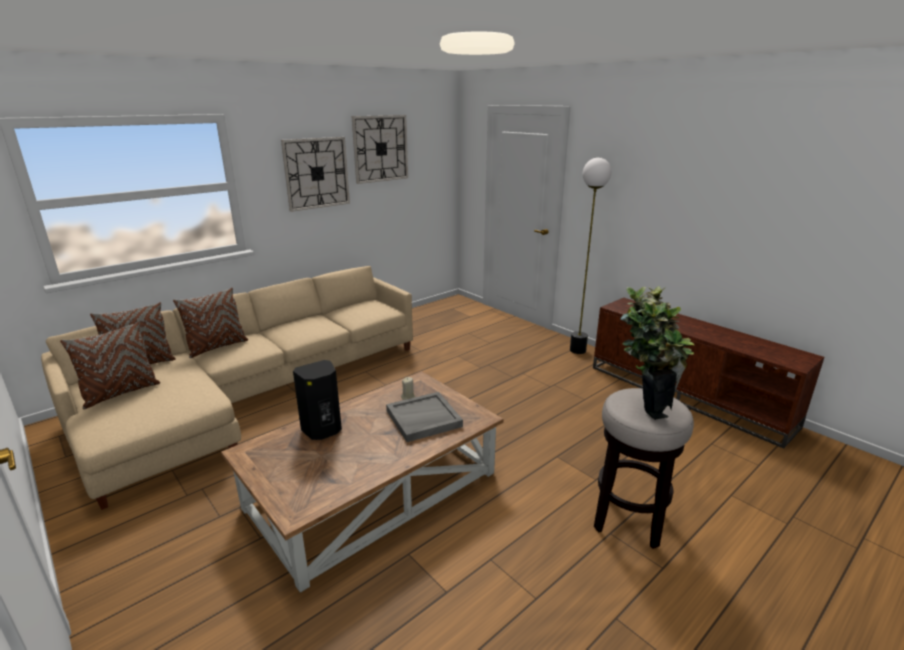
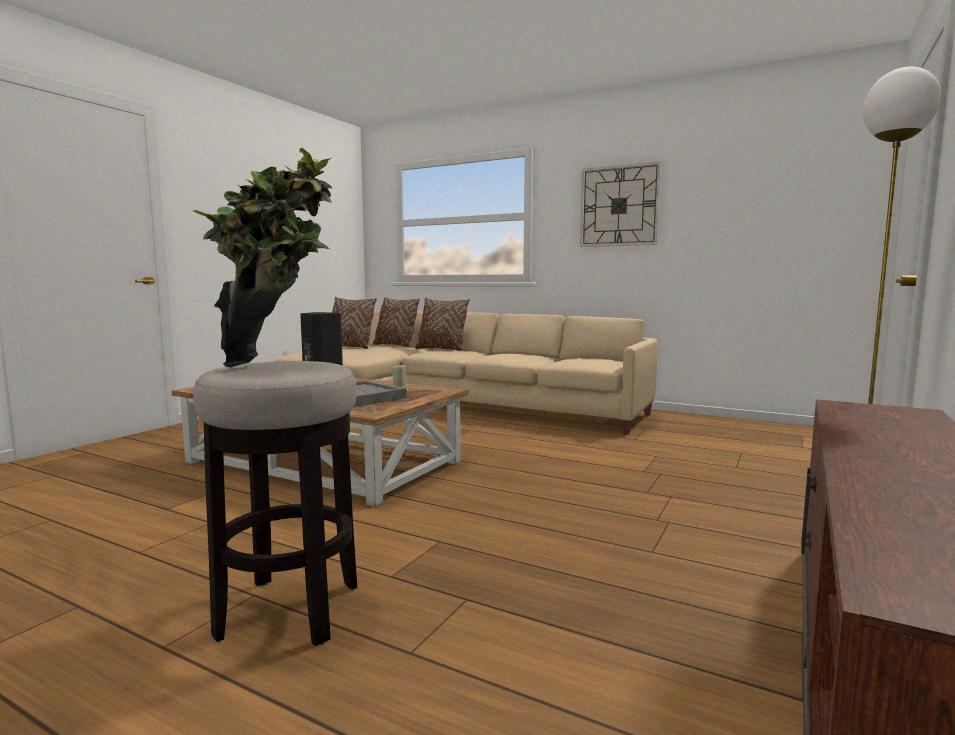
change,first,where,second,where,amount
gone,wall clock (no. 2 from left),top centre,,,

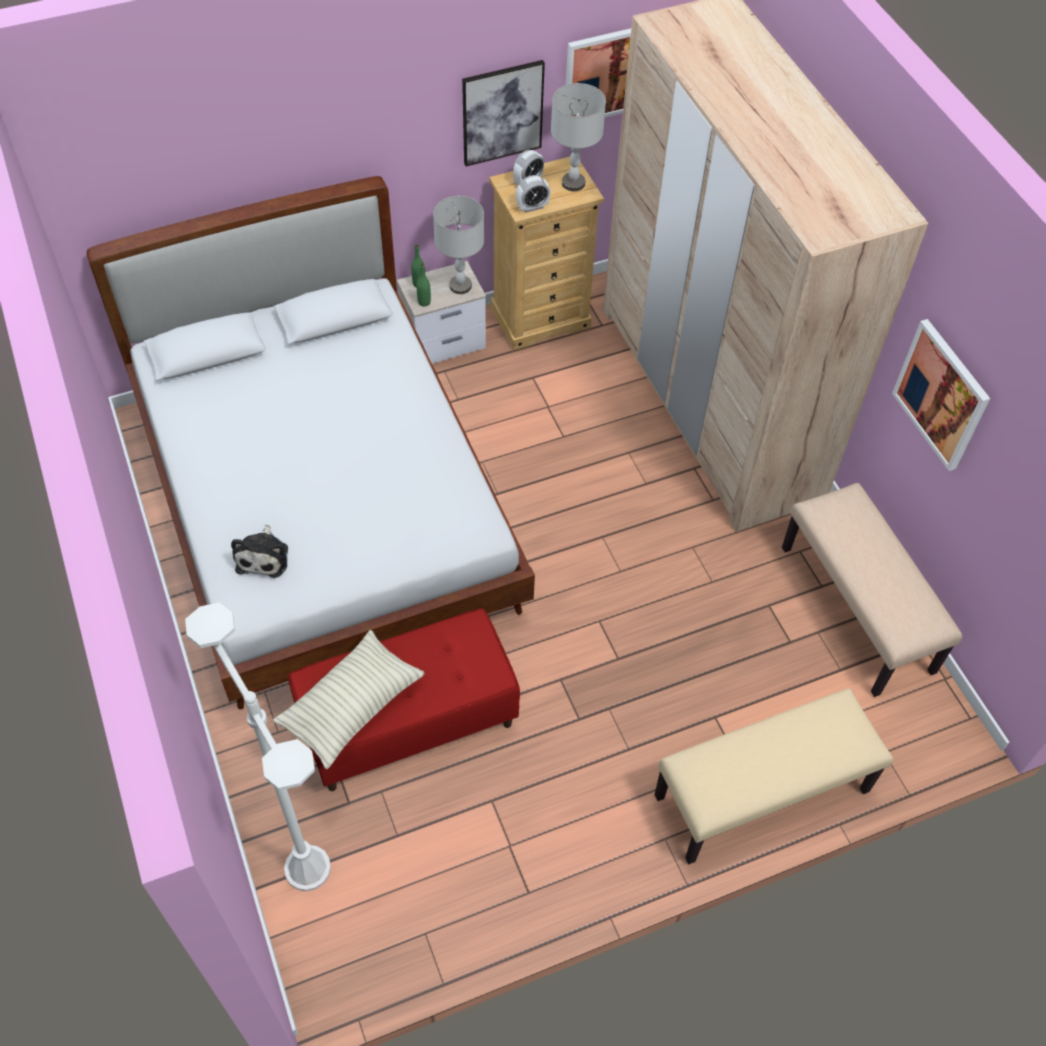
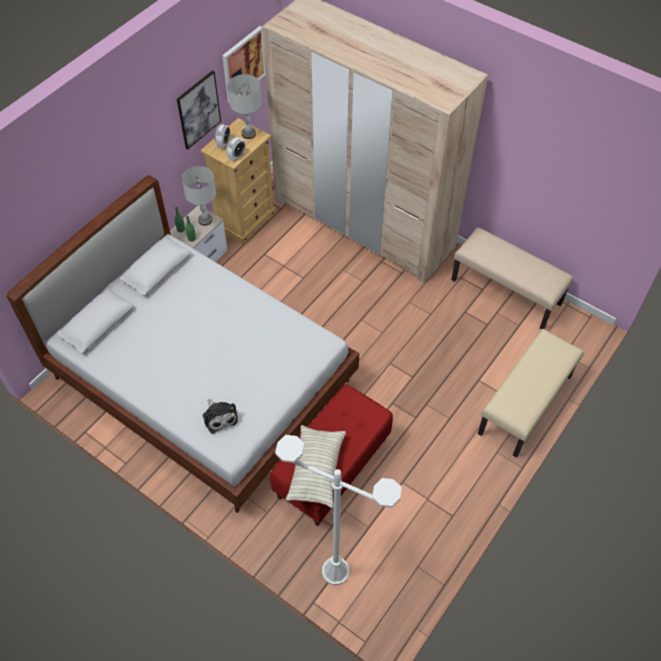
change,first,where,second,where,amount
gone,picture (no. 3 from left),middle right,,,

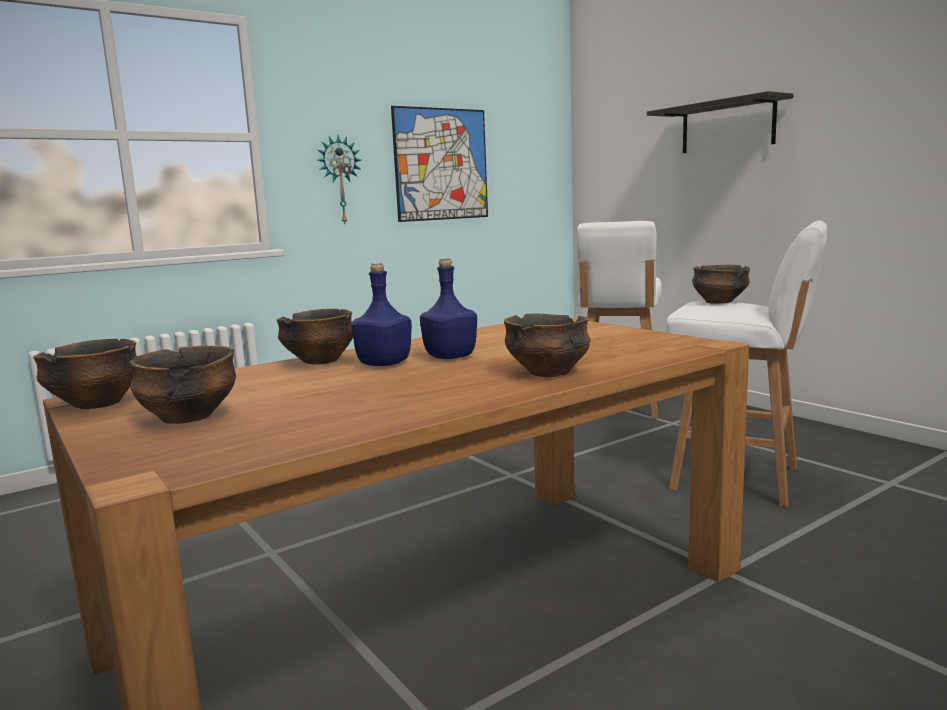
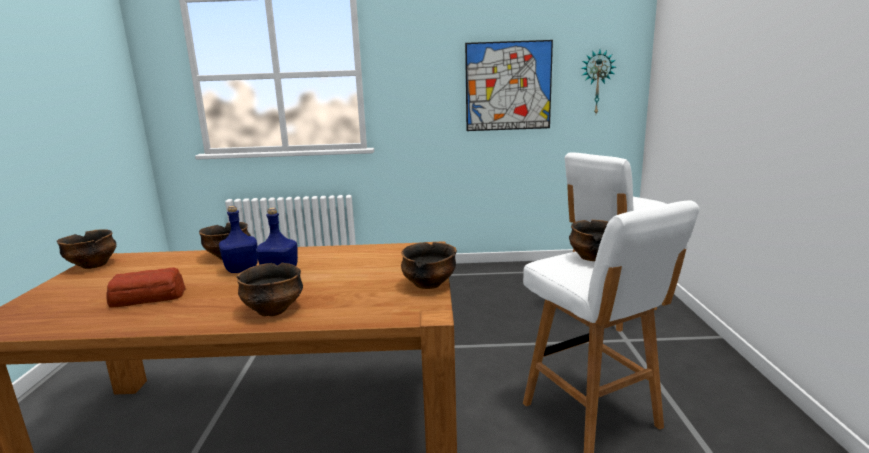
change,first,where,second,where,amount
new,,,bread,middle left,
shifted,bowl (no. 2 from left in the first image),middle left,bowl (no. 4 from left),centre,
shifted,wall clock,top centre,,top right,
gone,shelf,top right,,,

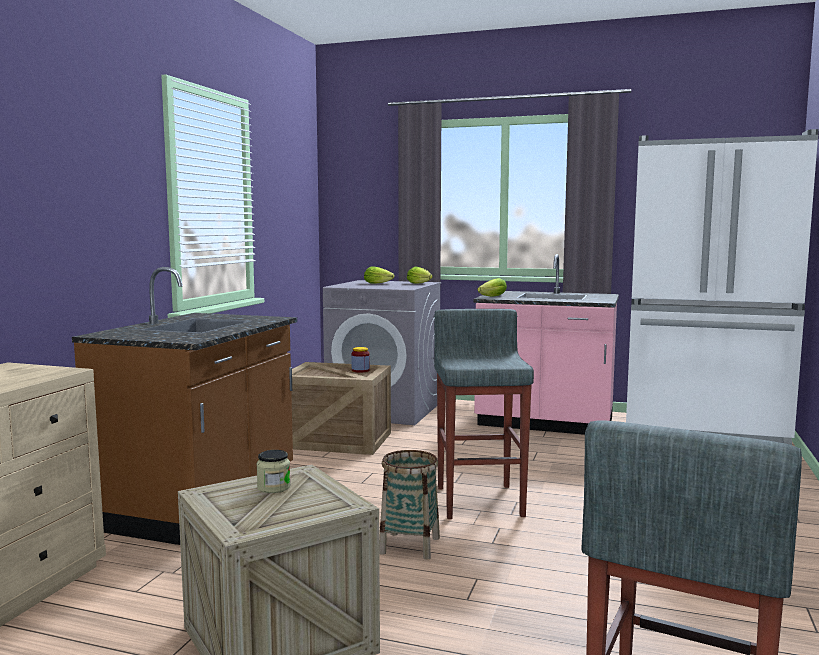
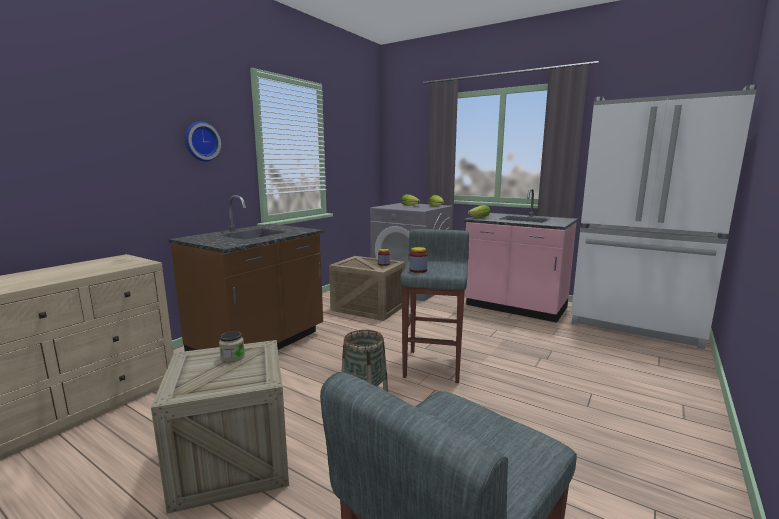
change,first,where,second,where,amount
new,,,wall clock,top left,
new,,,jar (no. 3 from left),centre,

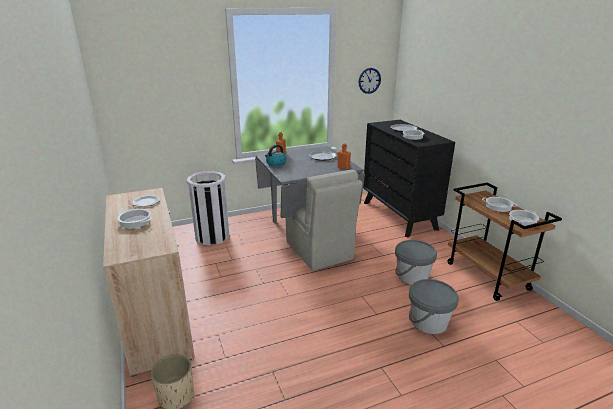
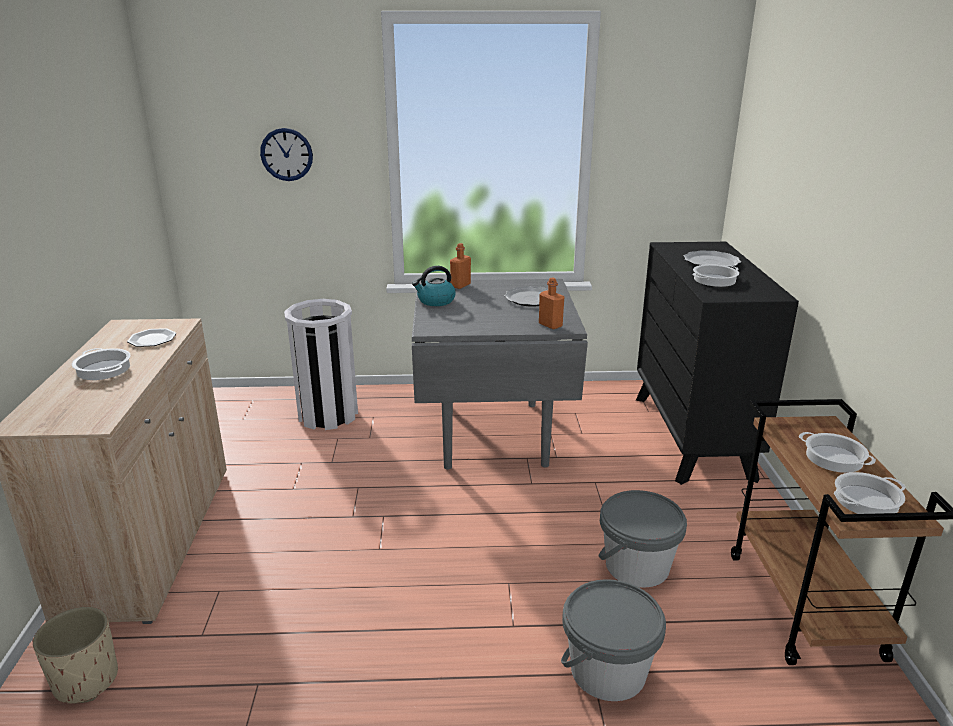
change,first,where,second,where,amount
shifted,wall clock,top centre,,top left,
gone,beige chair,centre,,,

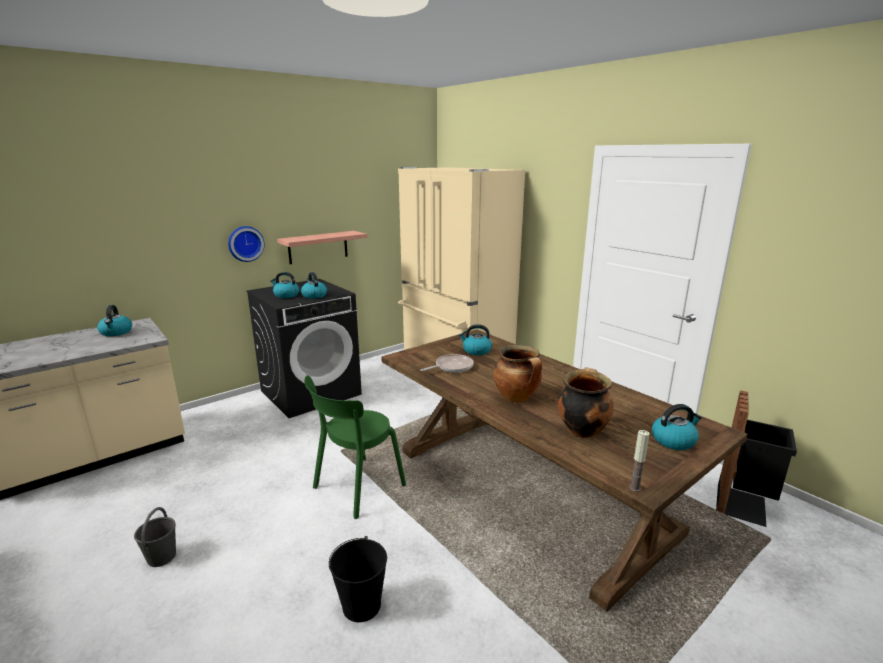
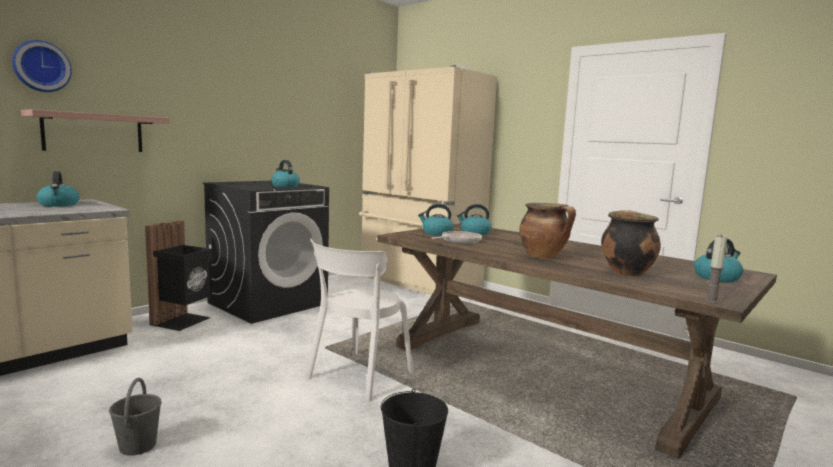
change,first,where,second,where,amount
shifted,wall clock,middle left,,top left,
shifted,shelf,centre,,top left,
shifted,black trash can,bottom right,,middle left,
repainted,green chair,bottom centre,white chair,bottom centre,
shifted,kettle (no. 2 from left in the first image),middle left,kettle (no. 3 from left),centre,

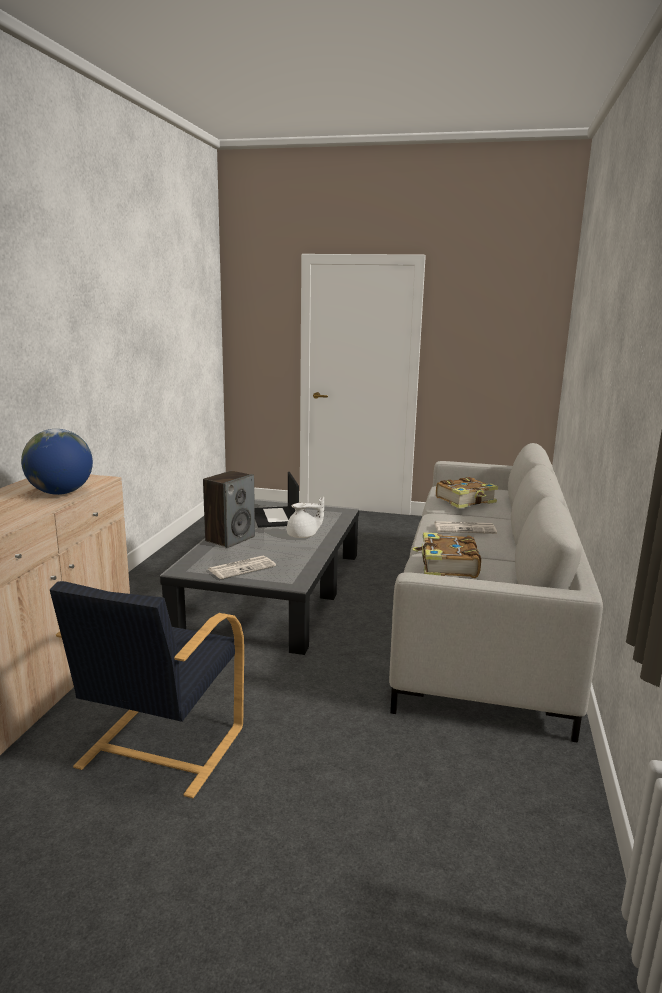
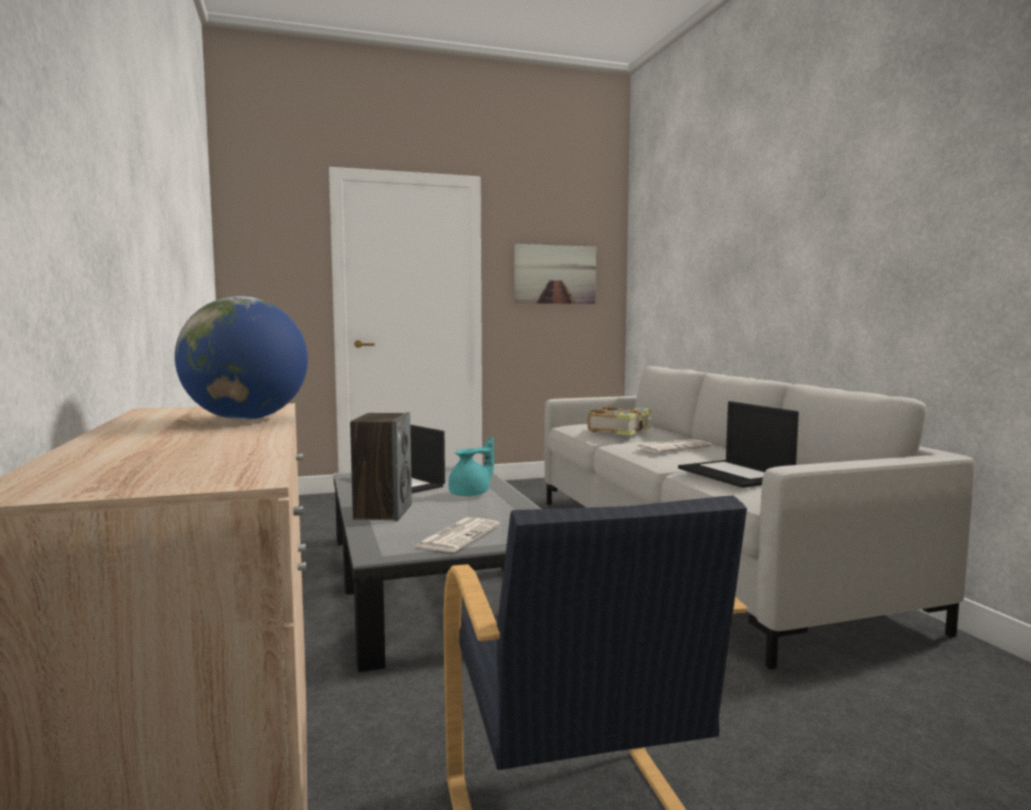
change,first,where,second,where,amount
repainted,white teapot,centre,turquoise teapot,centre,
new,,,picture,centre,
swapped,book (no. 1 from left),middle right,laptop (no. 2 from left),middle right,

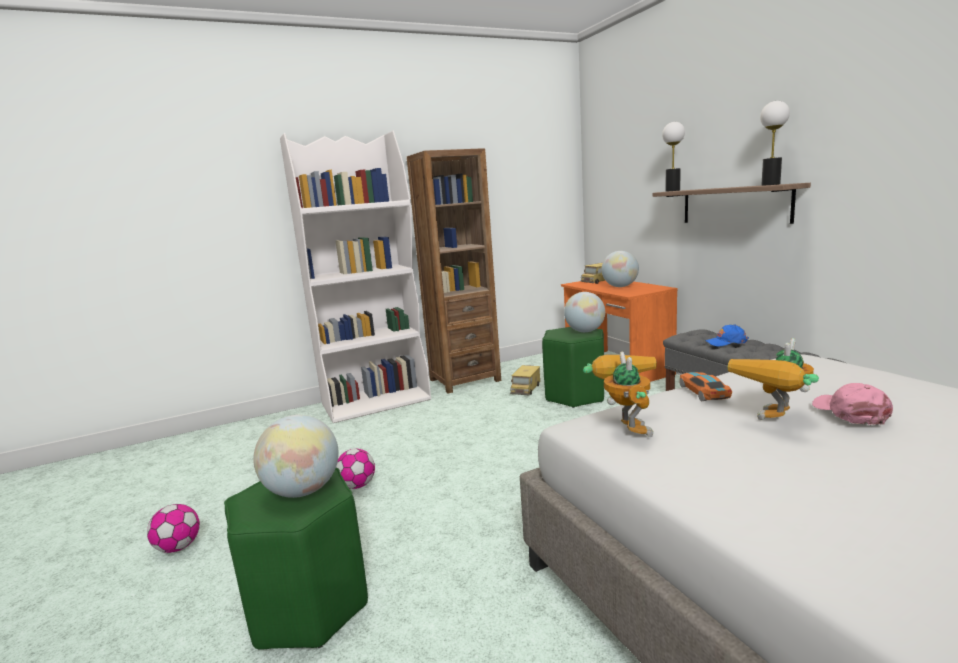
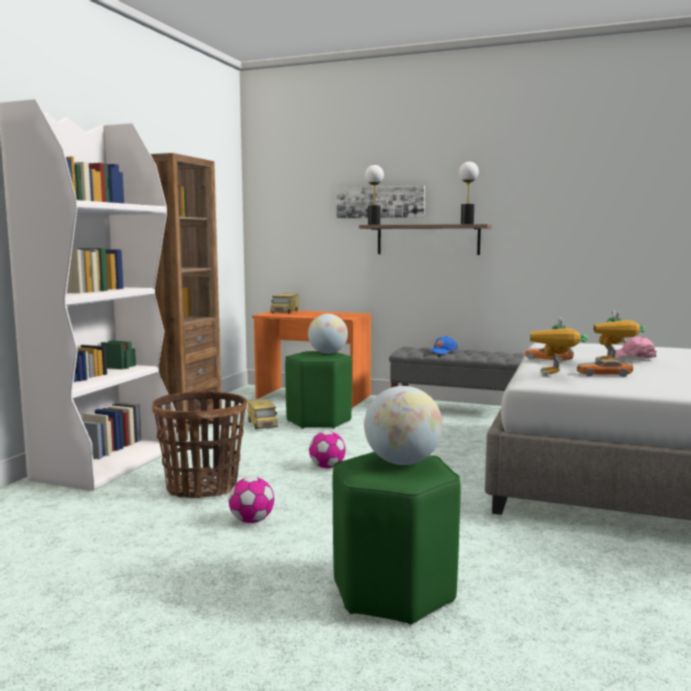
change,first,where,second,where,amount
new,,,basket,middle left,
shifted,football (no. 1 from left in the first image),bottom left,football (no. 2 from left),centre,
new,,,picture,top centre,
rotated,toy robot (no. 1 from left),centre,,middle right,120 degrees counterclockwise
new,,,toy car (no. 2 from left),middle right,
gone,globe (no. 3 from left),centre,,,

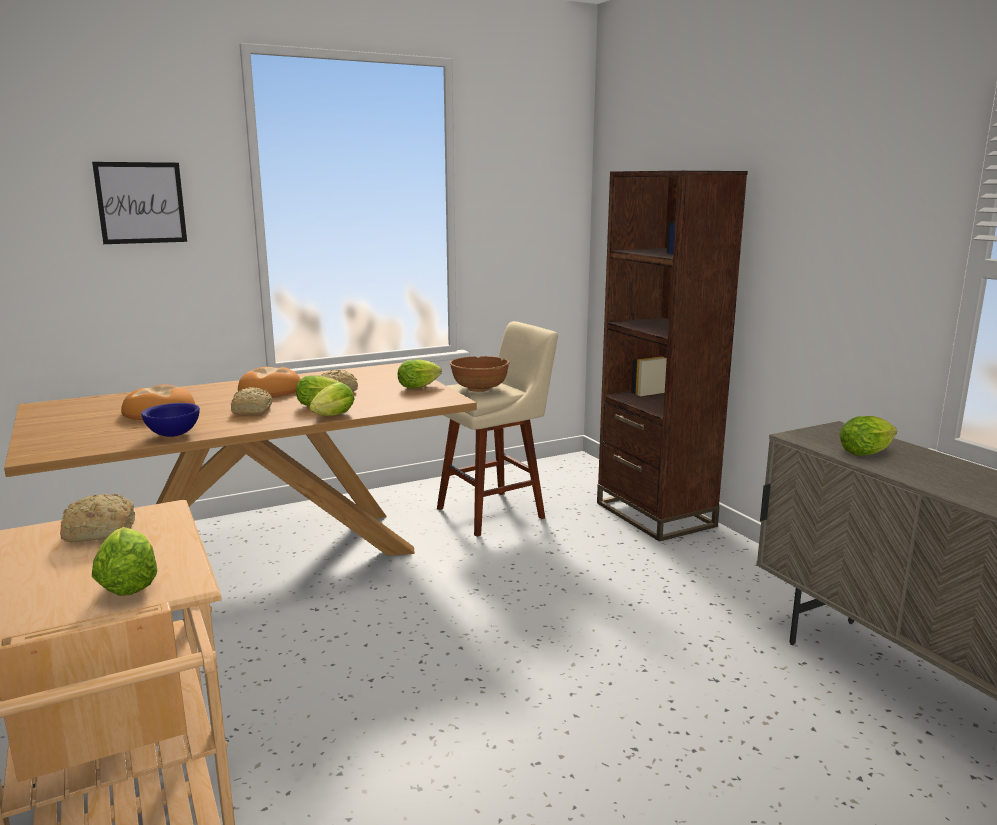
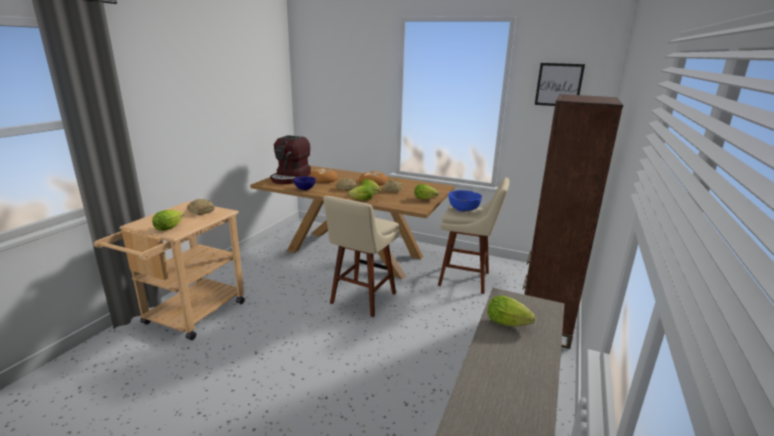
change,first,where,second,where,amount
new,,,coffee machine,centre,
new,,,beige stool (no. 1 from left),centre,
repainted,brown bowl,centre,blue bowl (no. 2 from left),centre,
shifted,picture,top left,,top right,

